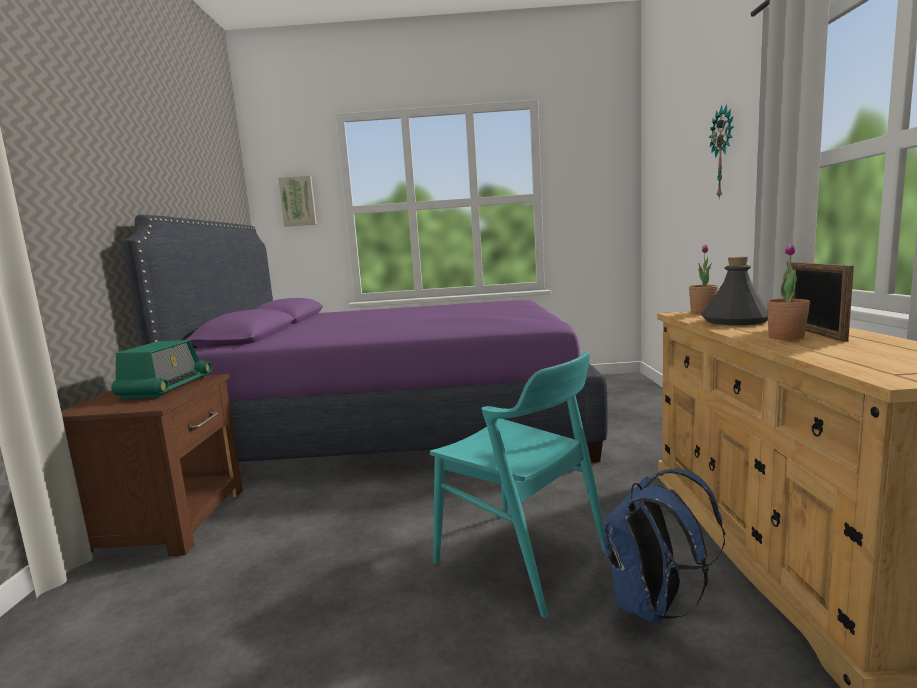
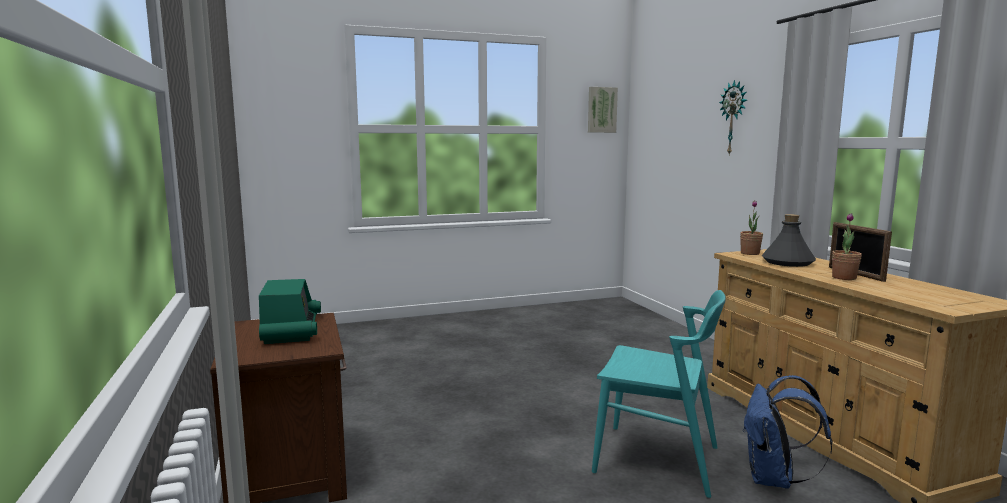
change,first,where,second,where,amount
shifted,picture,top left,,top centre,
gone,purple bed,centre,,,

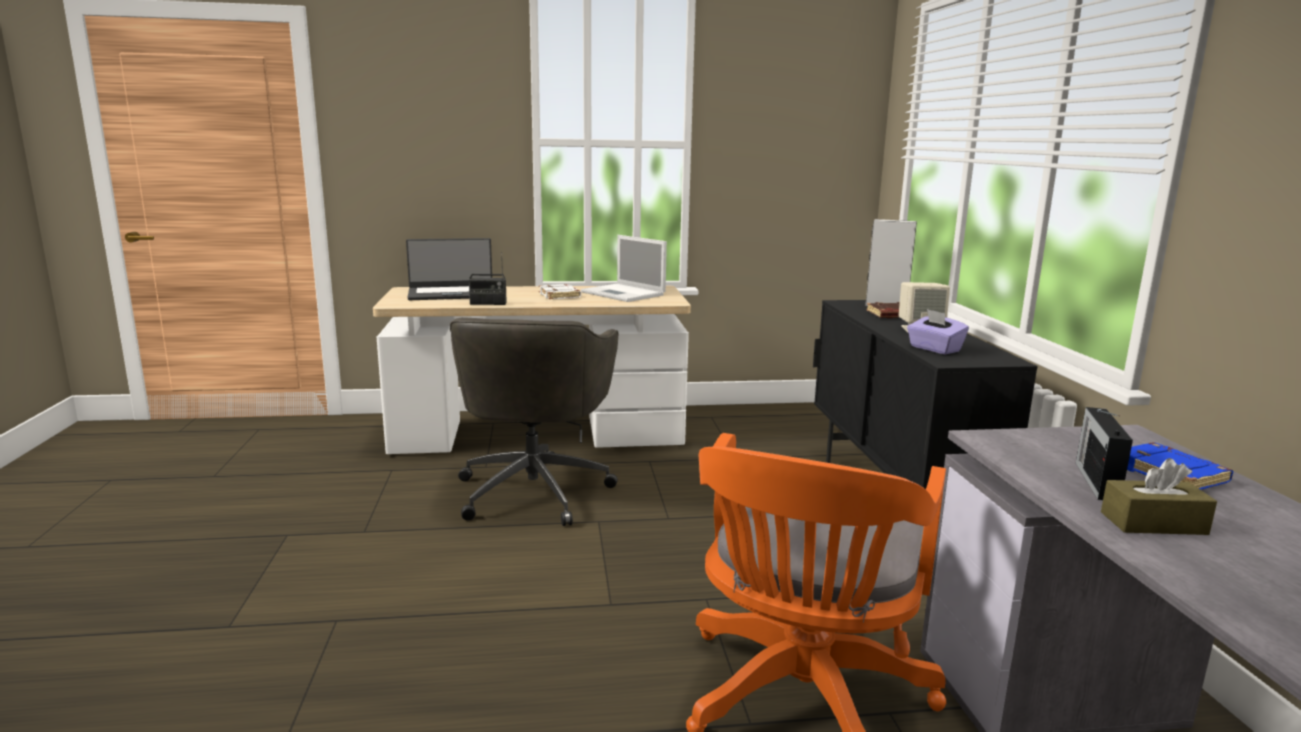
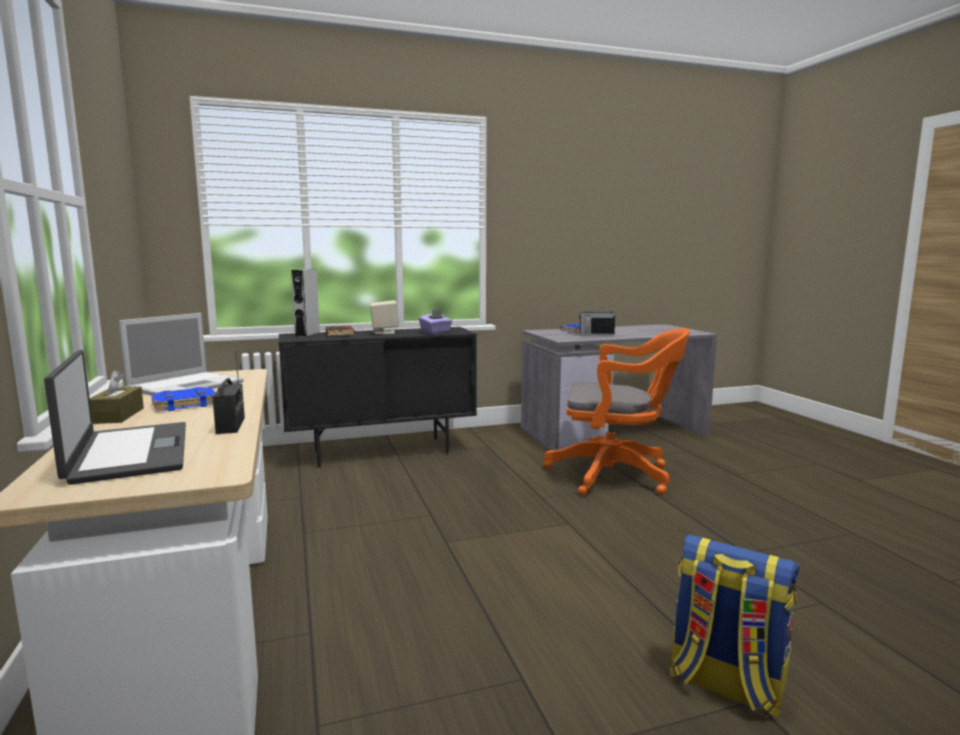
change,first,where,second,where,amount
shifted,brown tissue box,bottom right,,middle left,
repainted,white book,centre,blue book (no. 1 from left),middle left,
new,,,backpack,bottom right,
gone,grey office chair,centre,,,

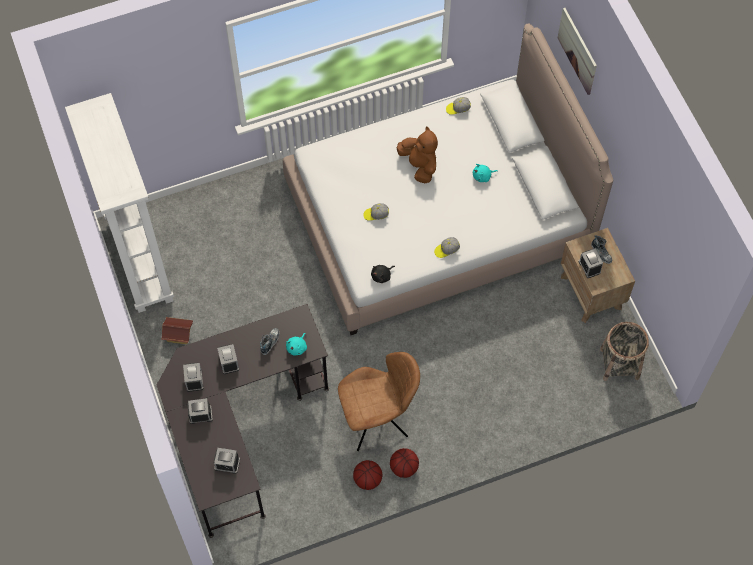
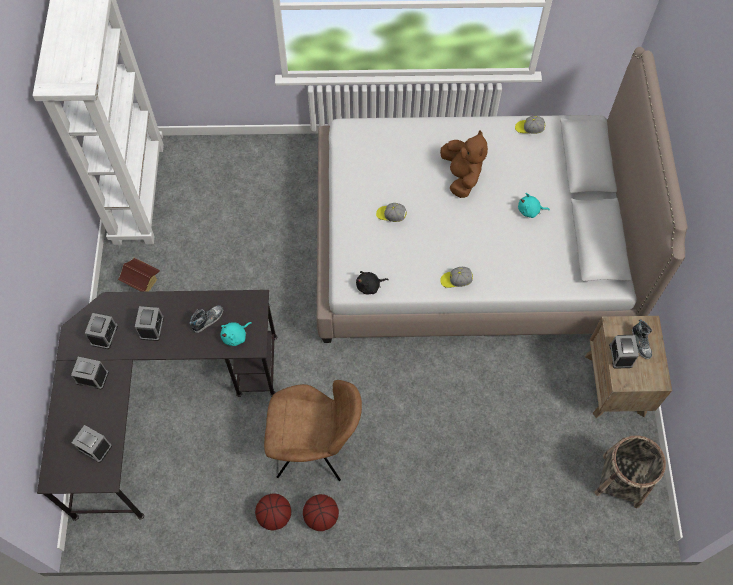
change,first,where,second,where,amount
gone,picture,top right,,,

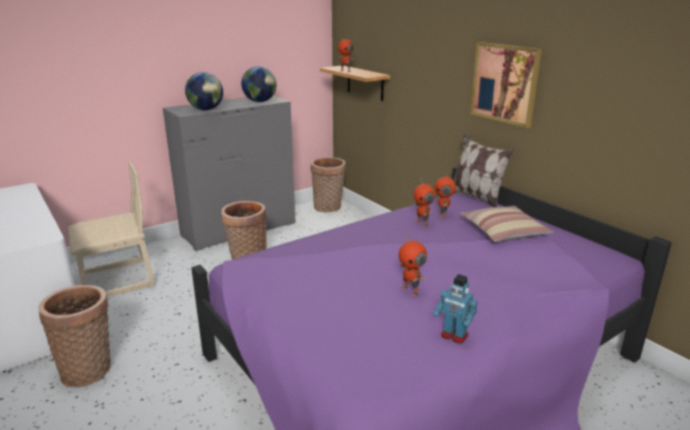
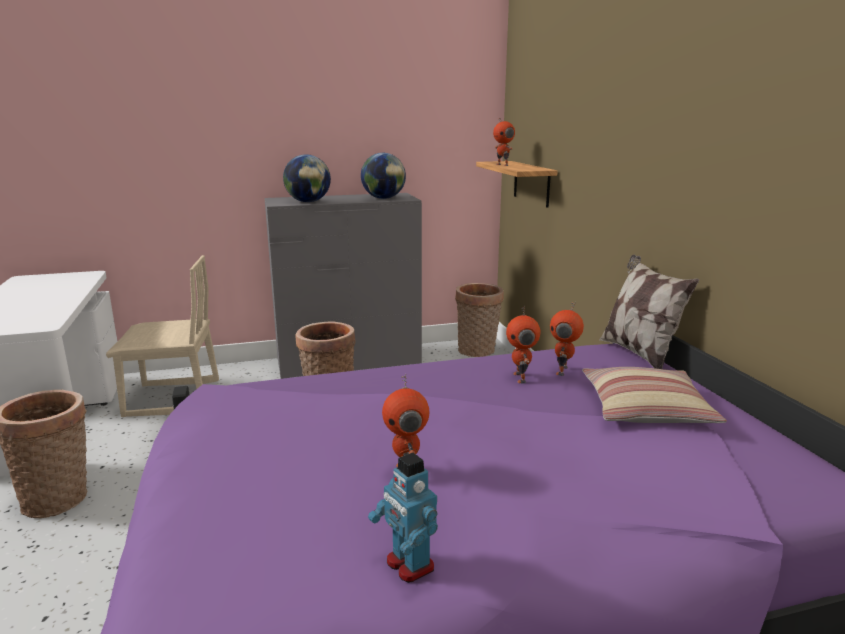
change,first,where,second,where,amount
gone,picture,top right,,,

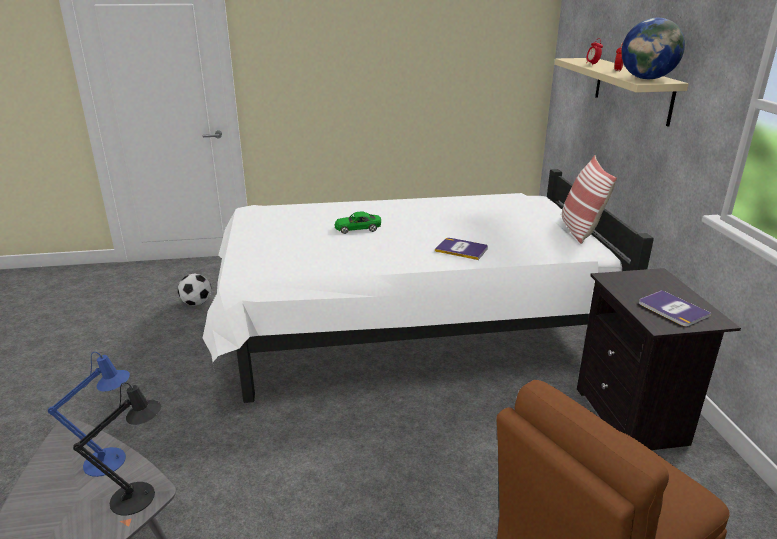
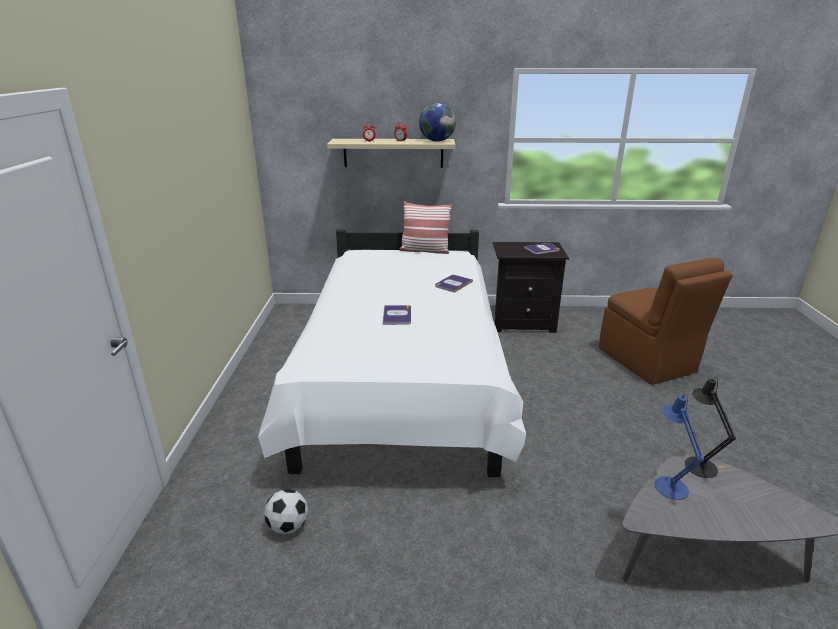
change,first,where,second,where,amount
swapped,green toy car,centre,book (no. 1 from left),centre,

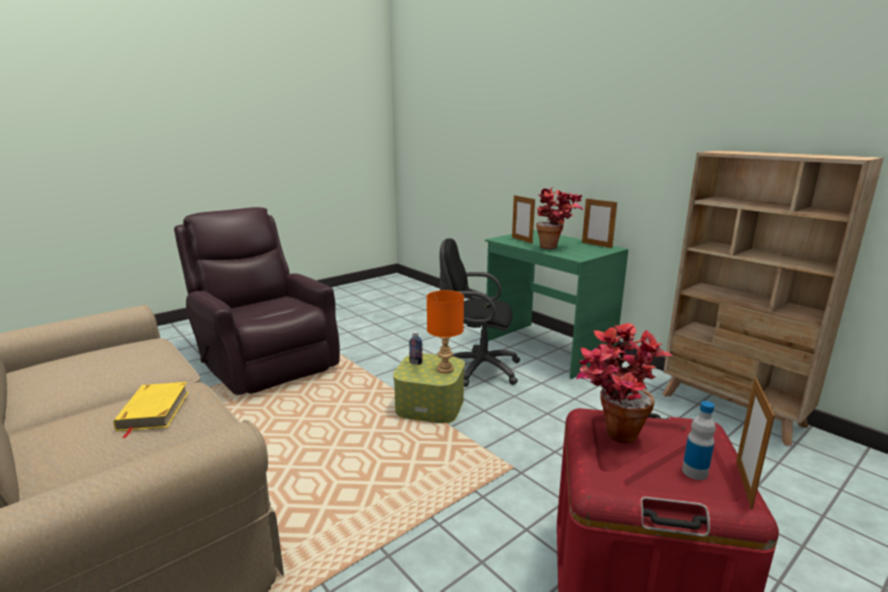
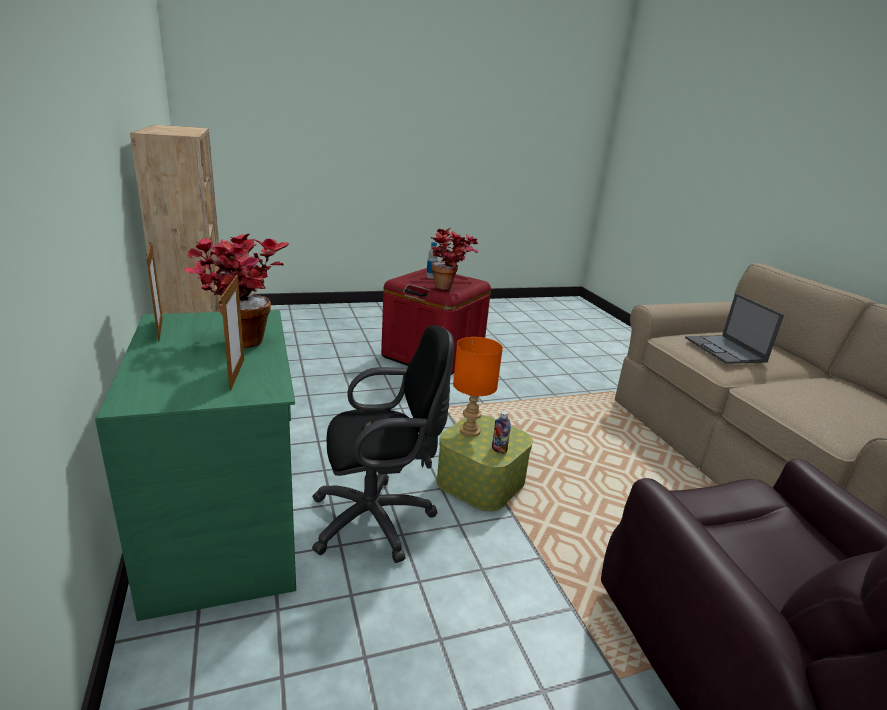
change,first,where,second,where,amount
rotated,black office chair,centre,,centre,45 degrees counterclockwise
swapped,yellow book,bottom left,laptop,middle right,
gone,picture frame (no. 3 from left),bottom right,,,

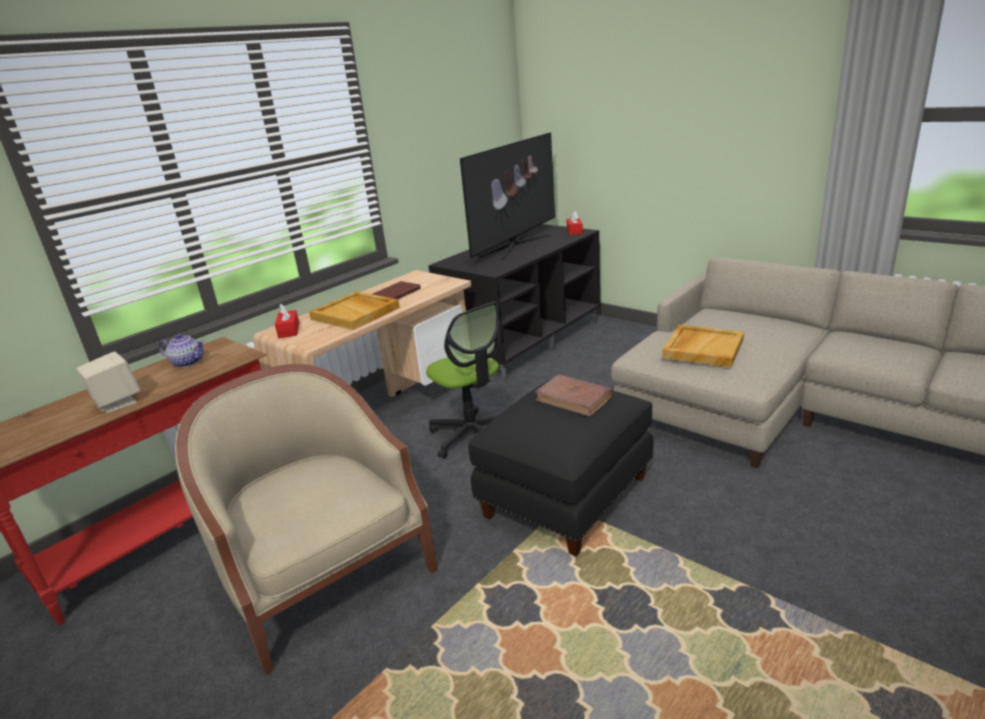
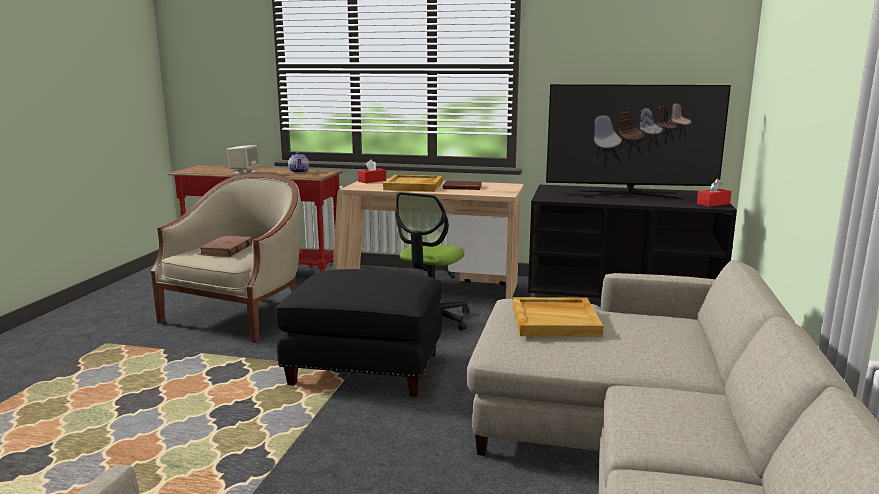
change,first,where,second,where,amount
shifted,brown book (no. 2 from left in the first image),centre,brown book (no. 1 from left),middle left,

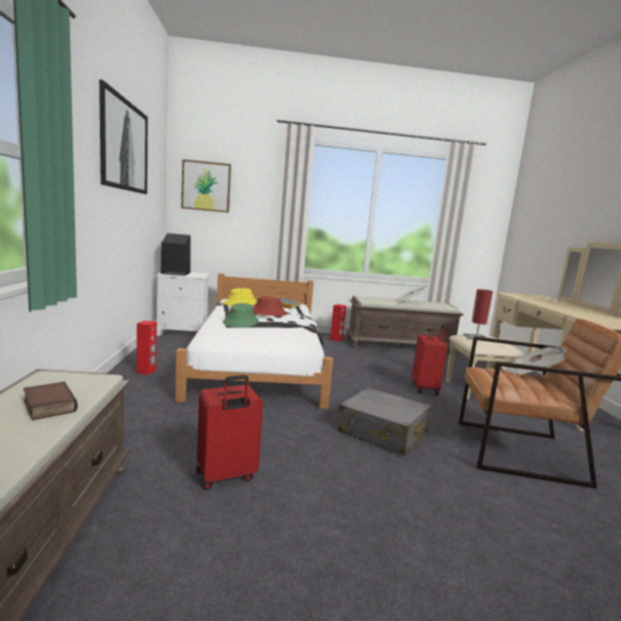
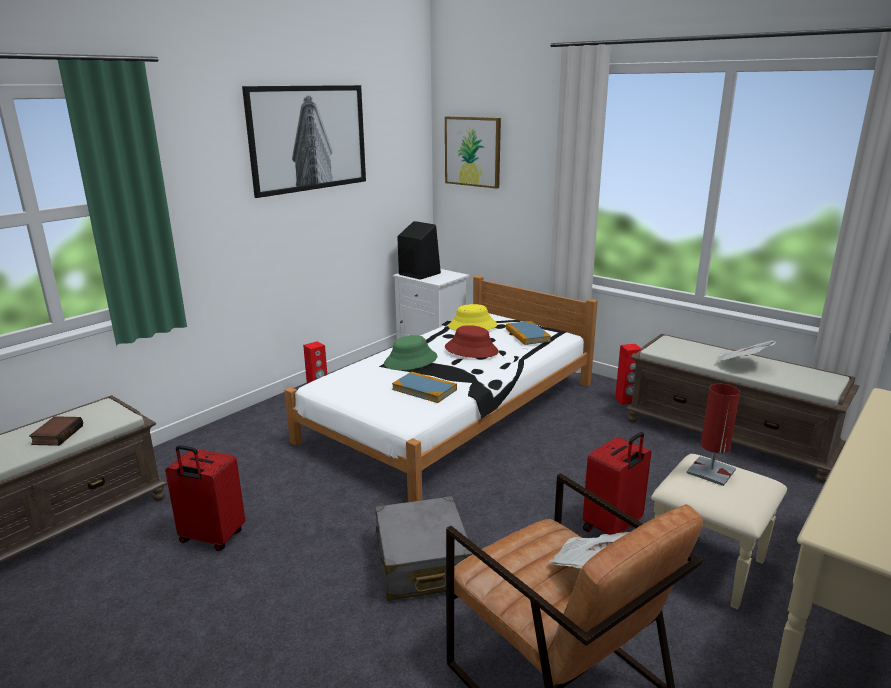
change,first,where,second,where,amount
new,,,book (no. 2 from left),centre,

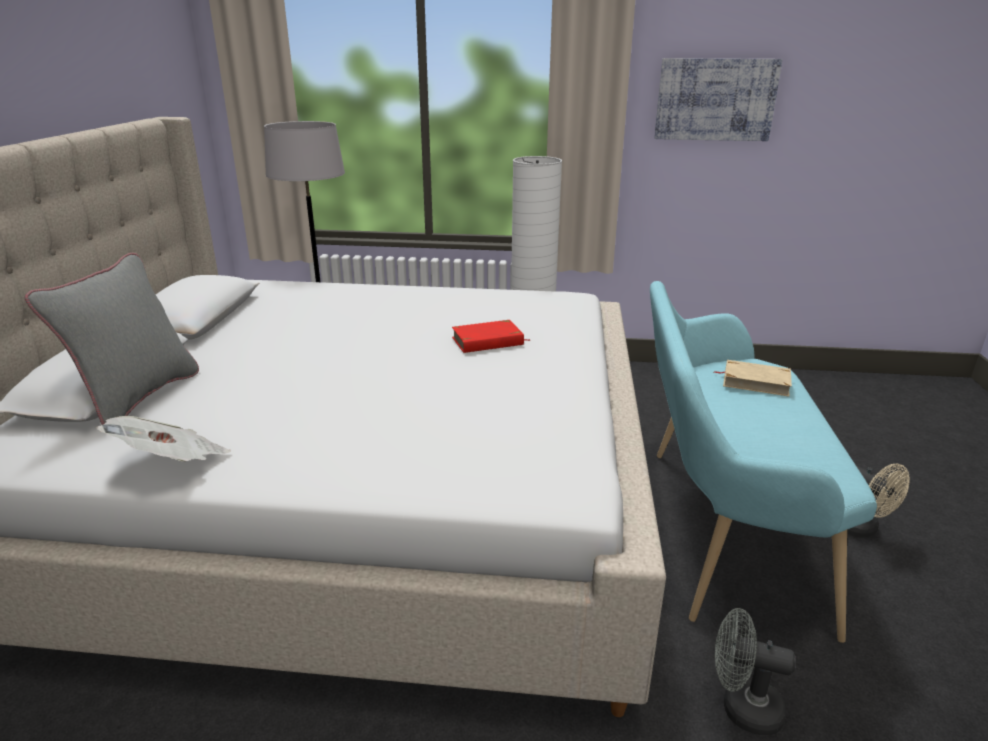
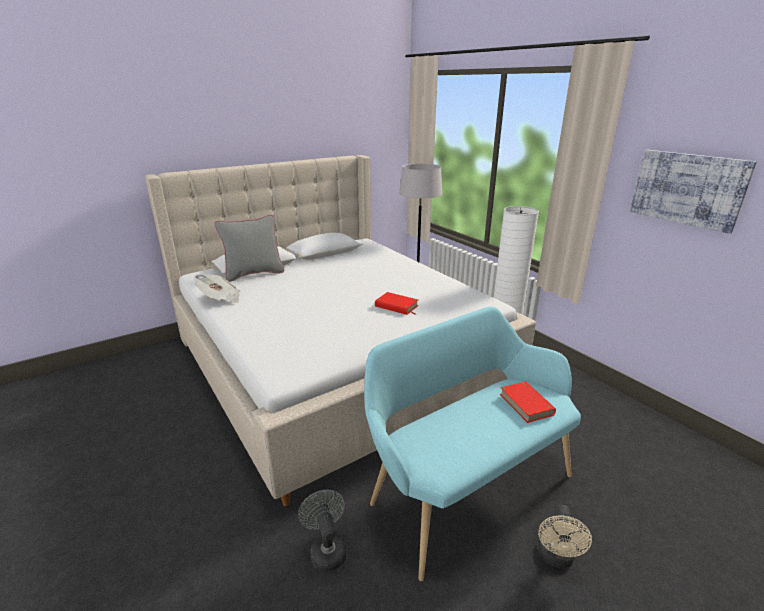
change,first,where,second,where,amount
repainted,beige book,middle right,red book (no. 2 from left),middle right,

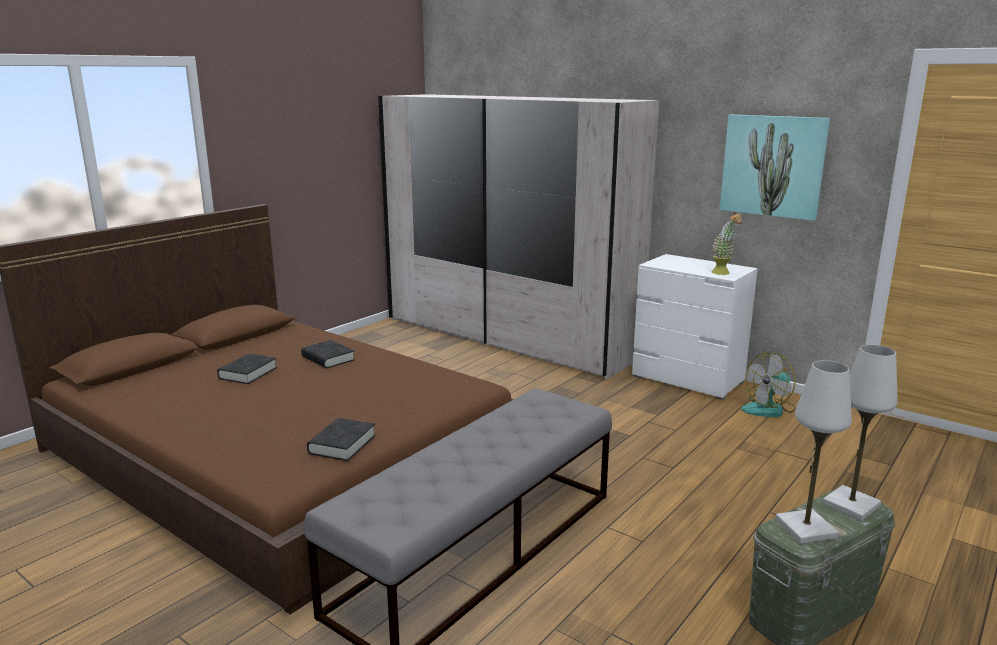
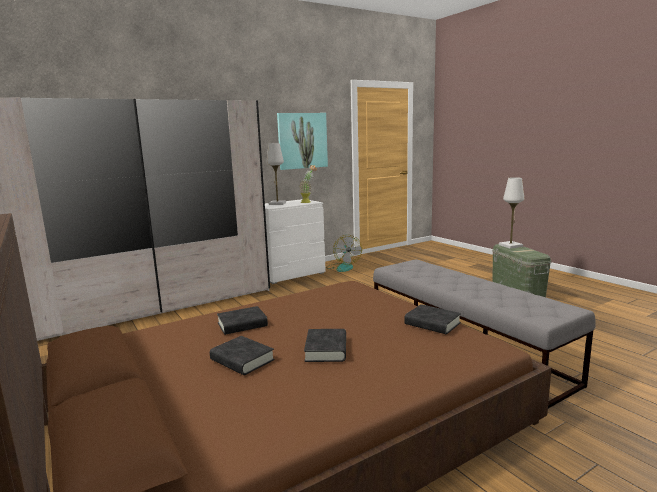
change,first,where,second,where,amount
shifted,white table lamp (no. 1 from left),bottom right,,centre,
new,,,black book (no. 3 from left),bottom centre,

